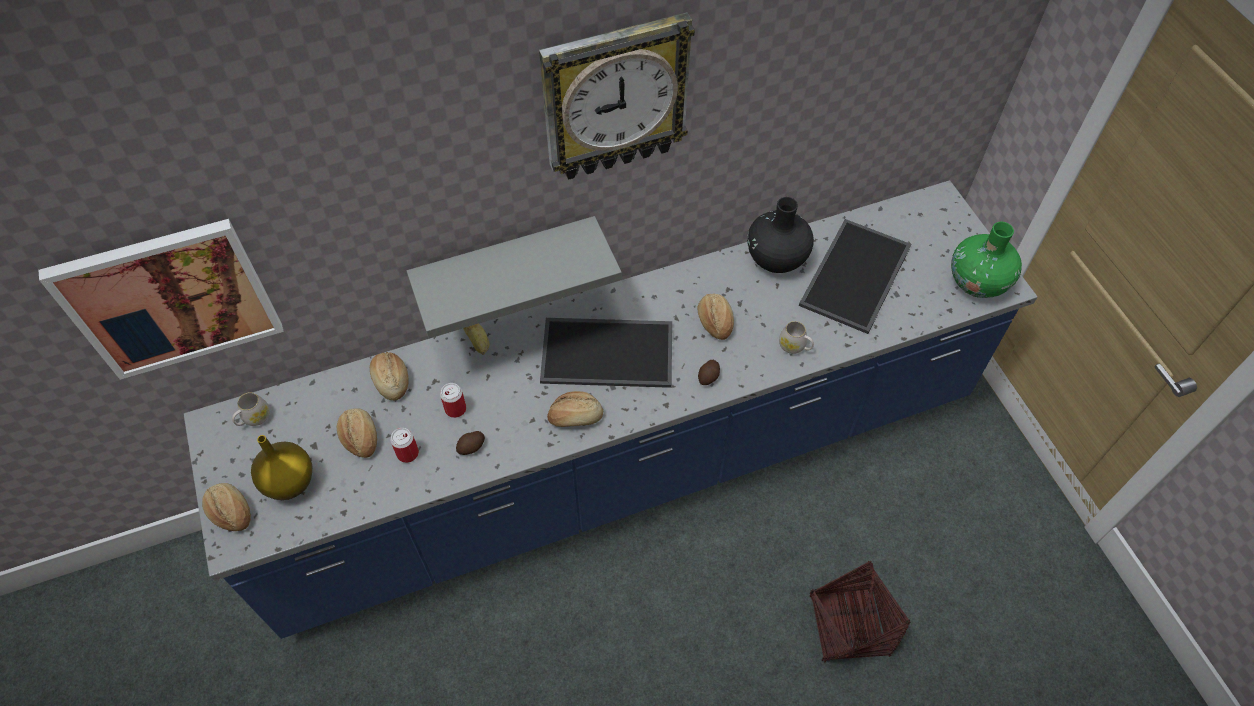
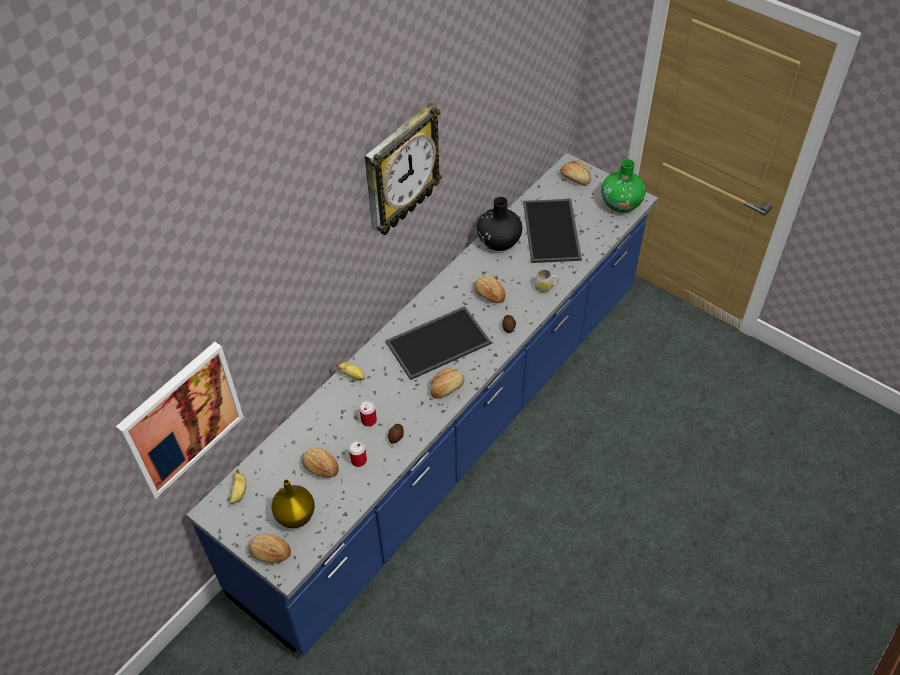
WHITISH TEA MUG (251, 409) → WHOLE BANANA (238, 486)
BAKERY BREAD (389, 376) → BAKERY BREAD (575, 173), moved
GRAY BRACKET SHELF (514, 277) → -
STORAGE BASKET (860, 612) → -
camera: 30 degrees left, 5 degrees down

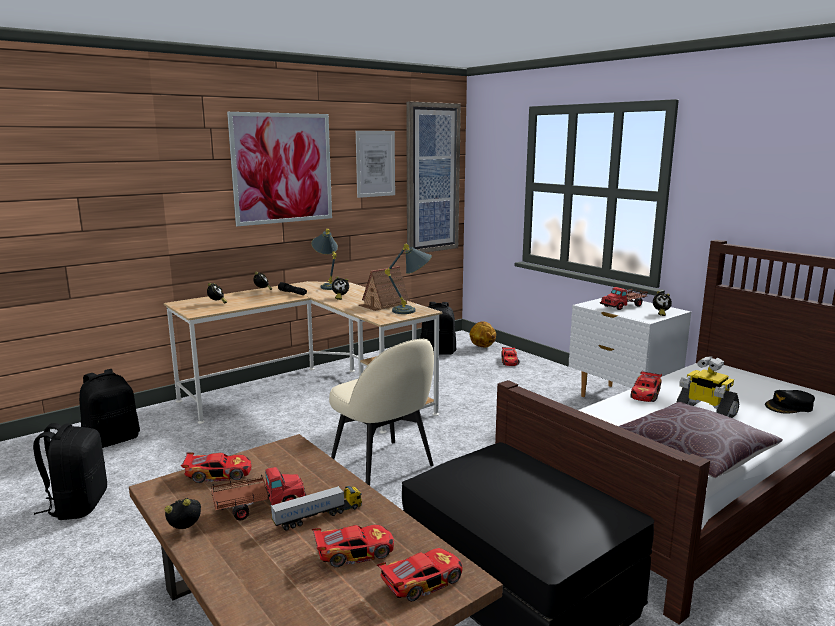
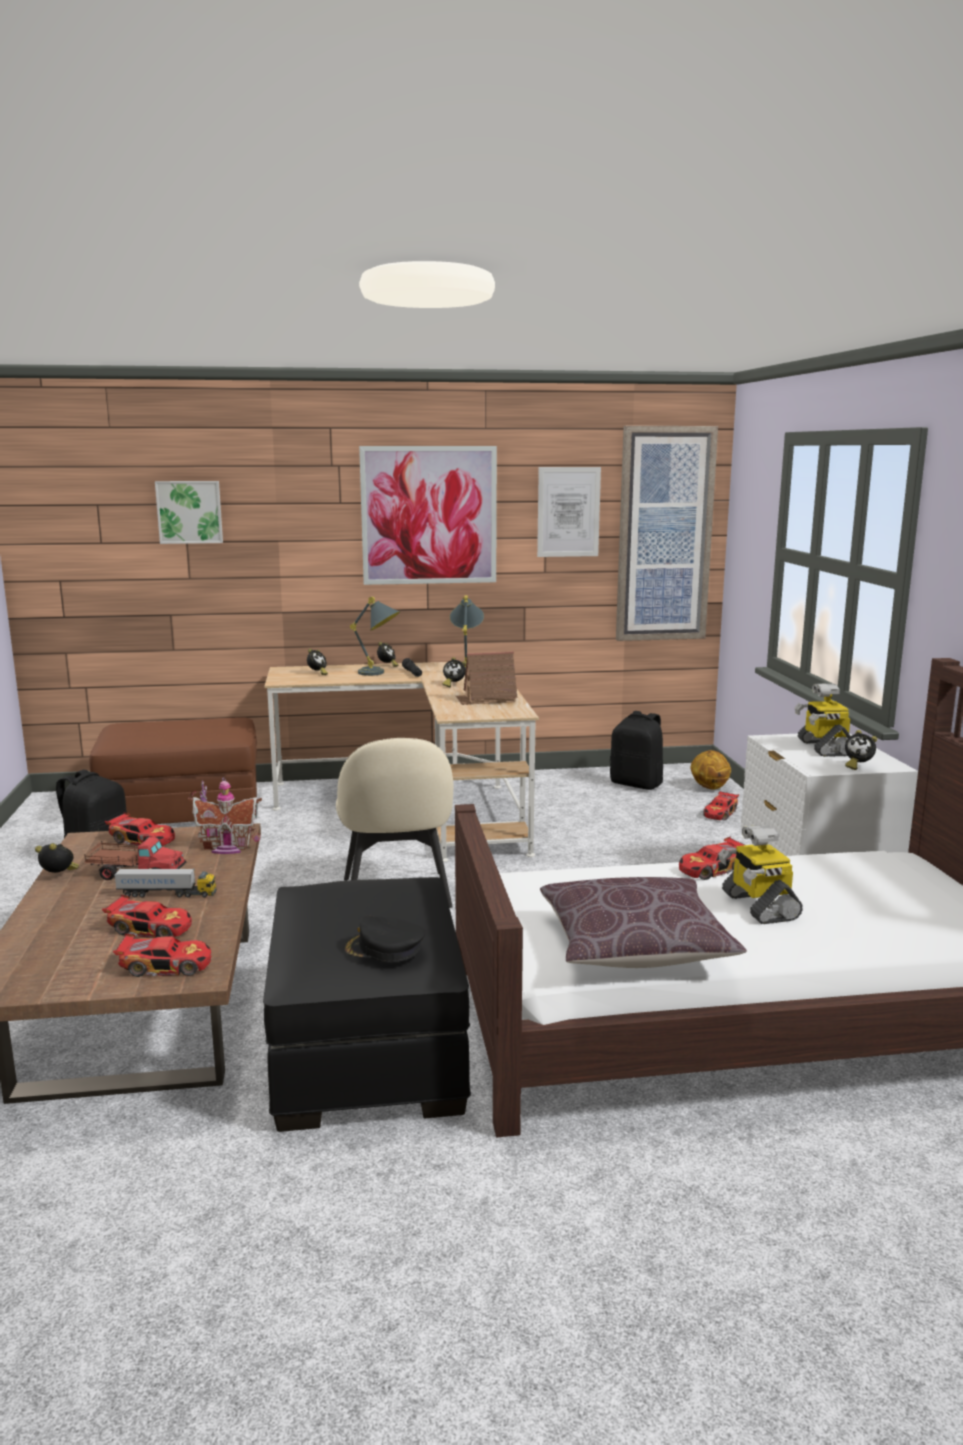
BLACKISH KNAPSACK (109, 408) → BROWNISH OTTOMAN (173, 770)
- → WALL ART (189, 512)
- → MINIATURE HOUSE (225, 815)
BLACKISH CAP (790, 402) → BLACKISH CAP (384, 939), moved
GRAY TABLETOP LAMP (408, 279) → GRAY TABLETOP LAMP (375, 636), moved
MODEL TRUCK (624, 298) → MODEL ROBOT (822, 720)
camera: 30 degrees right, 0 degrees up

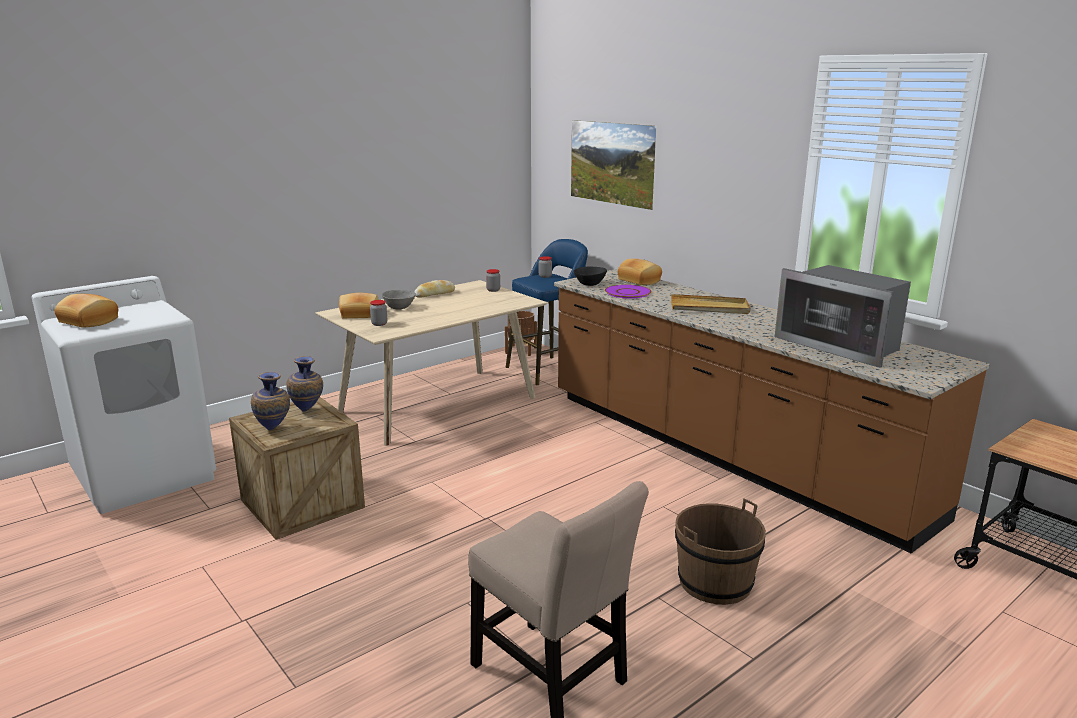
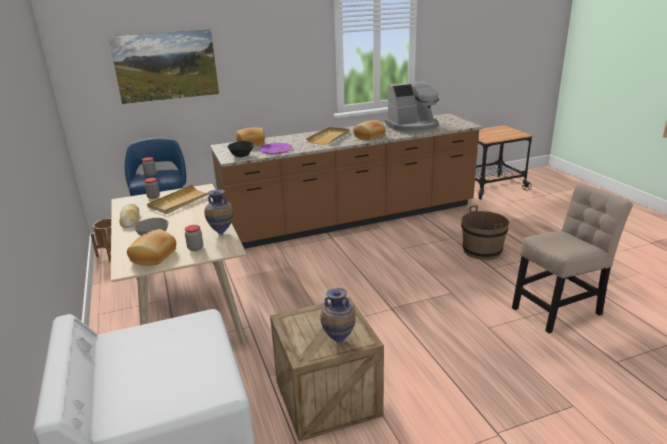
- → BEIGE-COLOURED TRAY (178, 199)
DECORATIVE VASE (305, 384) → DECORATIVE VASE (218, 211), moved
BAKERY BREAD (86, 311) → BAKERY BREAD (369, 130), moved
KITCHEN MICROWAVE (843, 316) → COFFEE MAKER (412, 107)
camera: 70 degrees left, 5 degrees up

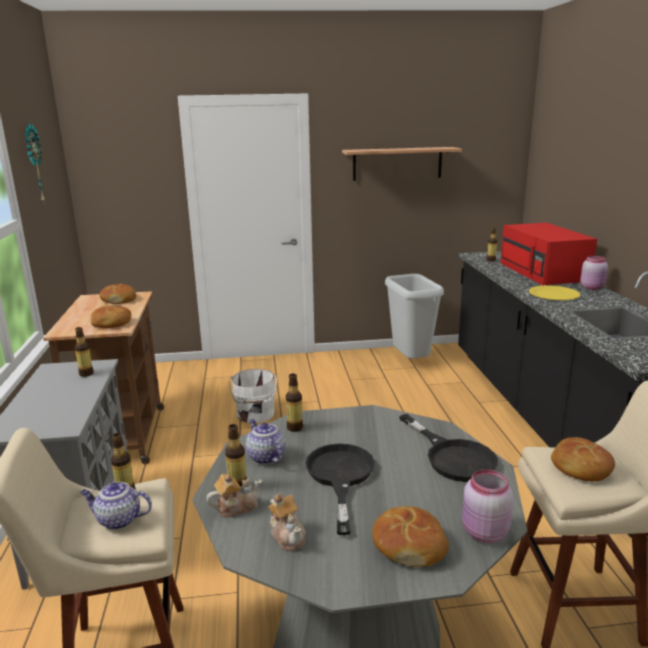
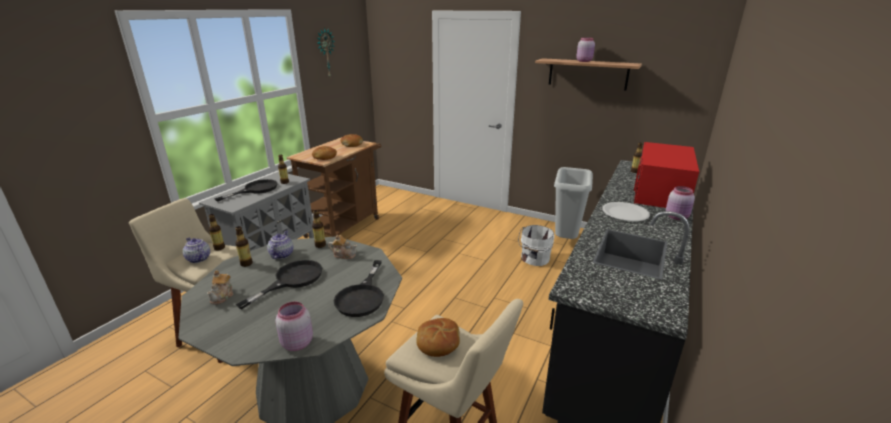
- → BLACKISH PAN (246, 190)
TEAPOT (235, 496) → TEAPOT (342, 247), moved
WHITISH WATER BUCKET (253, 396) → WHITISH WATER BUCKET (536, 245), moved
- → PINKISH PRESERVE JAR (585, 50)
YELLOW DINNER PLATE (554, 292) → WHITISH DINNER PLATE (626, 211)
BAKERY BREAD (410, 536) → -
camera: 35 degrees right, 5 degrees up

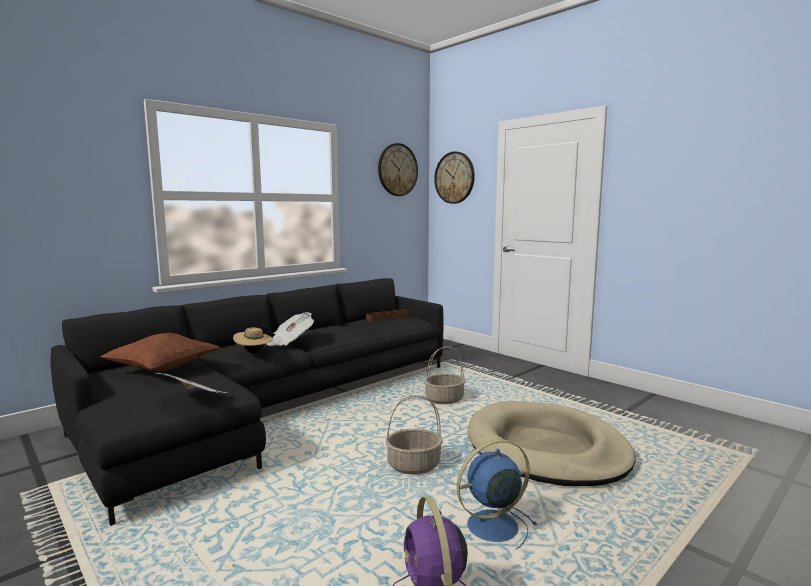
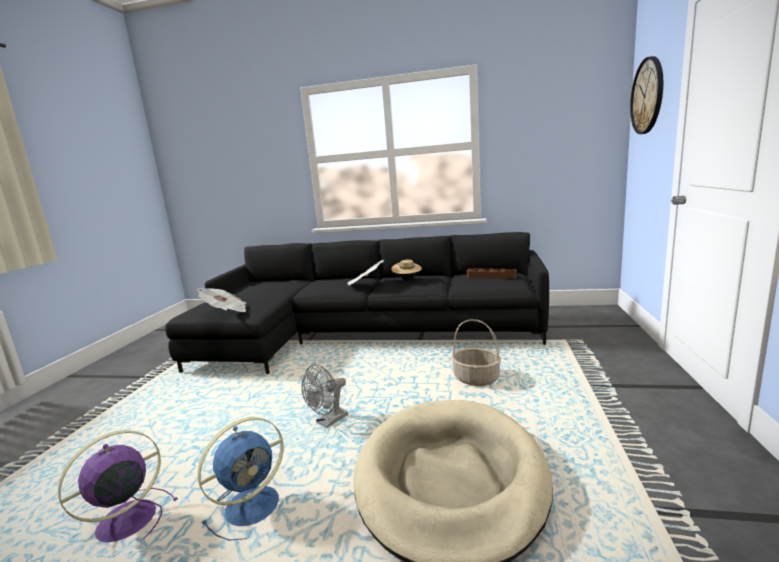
BLUE-COLOURED FAN (497, 494) → BLUE-COLOURED FAN (241, 479), 105 degrees clockwise
STORAGE BASKET (414, 434) → GRAY FAN (325, 396)
BEIGE-COLOURED HAT (253, 340) → BEIGE-COLOURED HAT (406, 270), moved
BROWNISH CUSHION (159, 352) → -
CLOCK ON THE WALL (398, 169) → -
camera: 55 degrees right, 5 degrees up

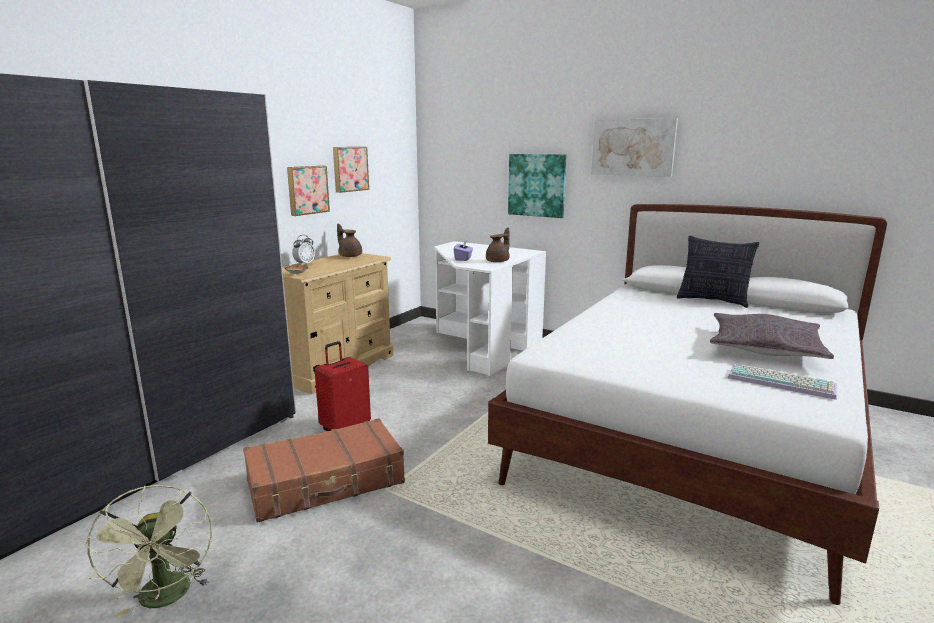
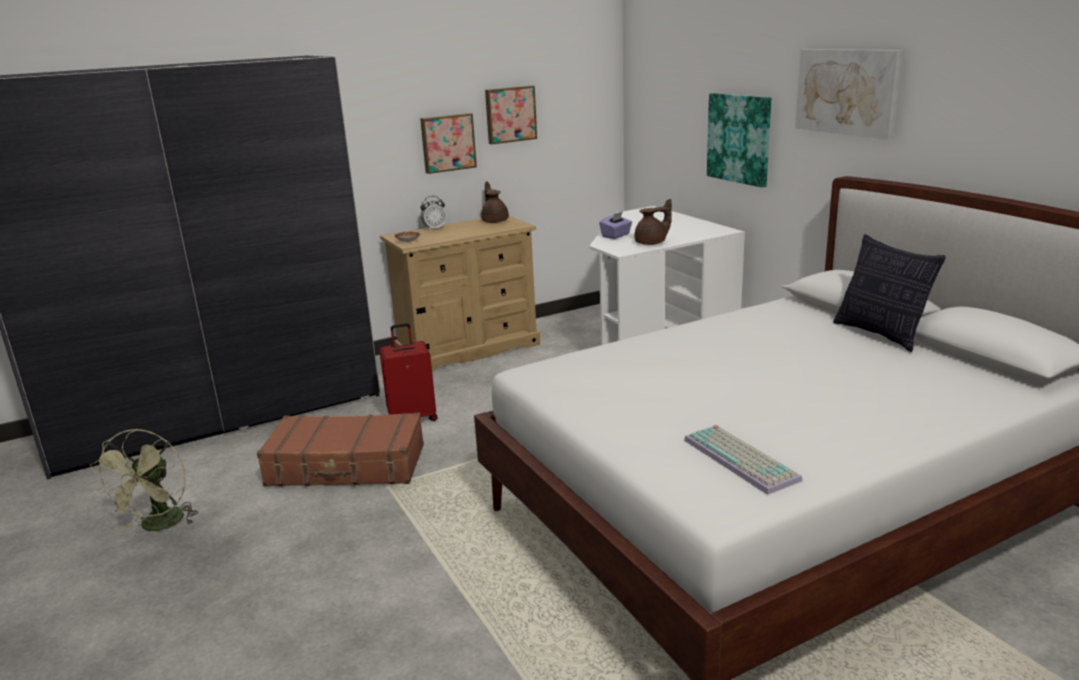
GRAY CUSHION (772, 336) → -
camera: 30 degrees right, 5 degrees up

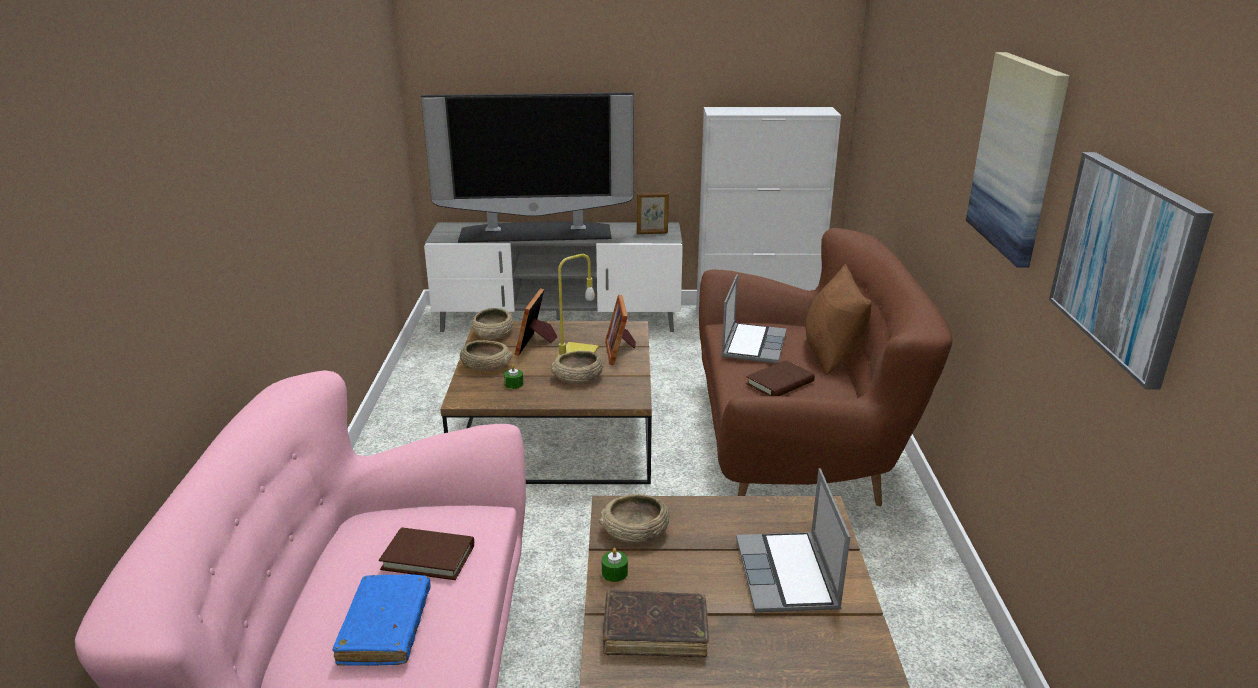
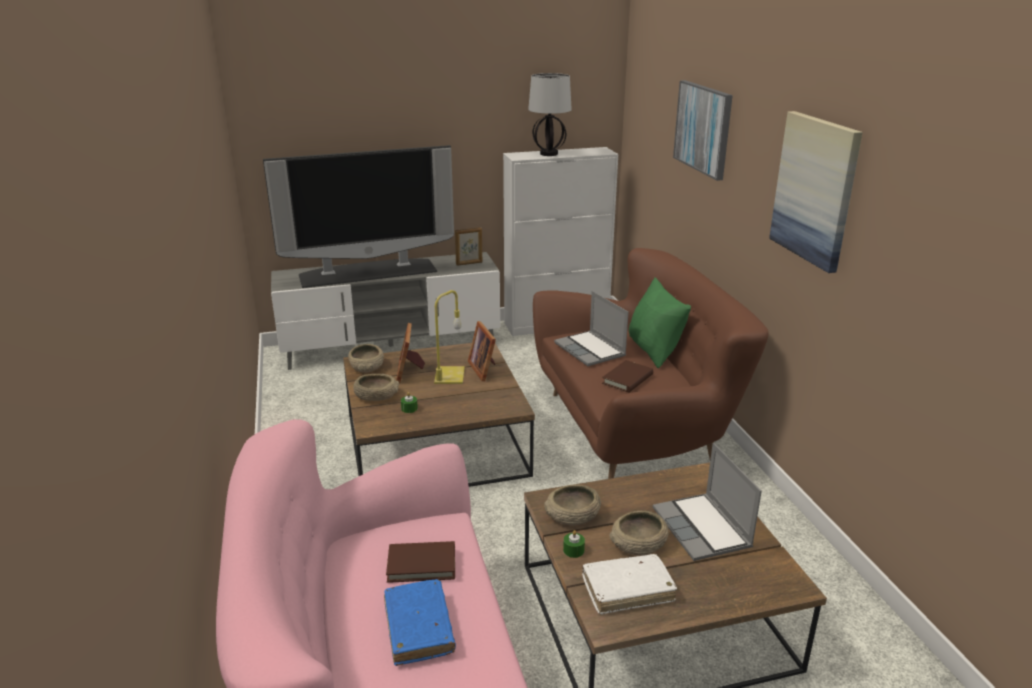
- → TABLETOP LAMP (550, 114)
NOTEBOOK COMPUTER (754, 319) → NOTEBOOK COMPUTER (591, 328), 150 degrees clockwise
BROWNISH BOOK (656, 623) → WHITISH BOOK (629, 584)
BEIGE-COLOURED SERVING BOWL (577, 367) → BEIGE-COLOURED SERVING BOWL (638, 533), moved
BROWNISH CUSHION (838, 319) → GREENISH CUSHION (660, 322)
WALL ART (1131, 270) → WALL ART (703, 130), moved
camera: 15 degrees left, 0 degrees up

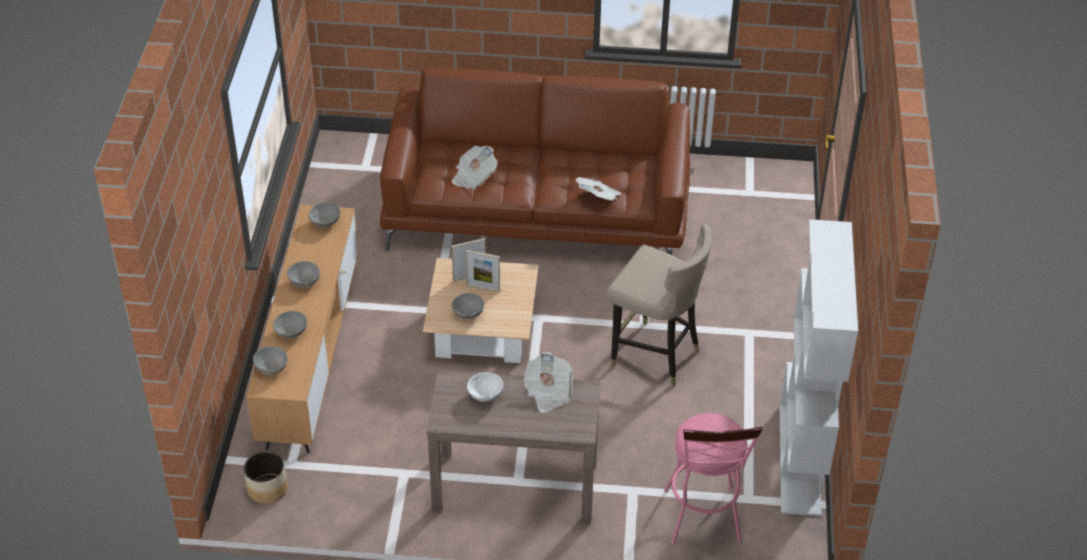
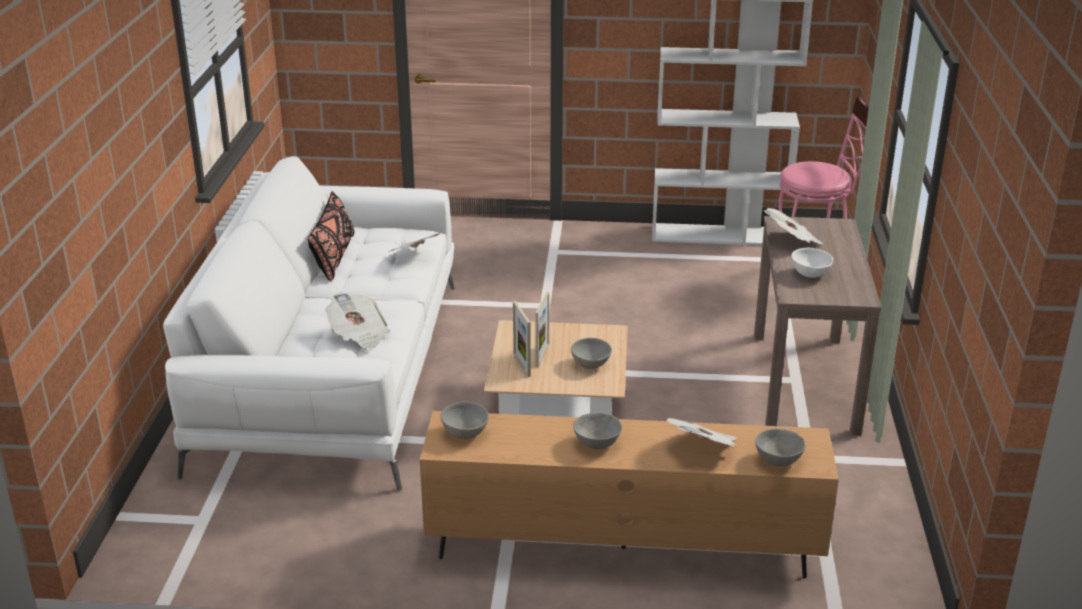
BROWNISH SOFA (535, 161) → WHITISH SOFA (308, 323)
- → BLACKISH CUSHION (331, 236)
GRAY SERVING BOWL (290, 324) → PRINTED PAPER (702, 432)
FLOWER POT (266, 477) → -
BEIGE-COLOURED SITTING STOOL (659, 305) → -
camera: 90 degrees left, 15 degrees down

